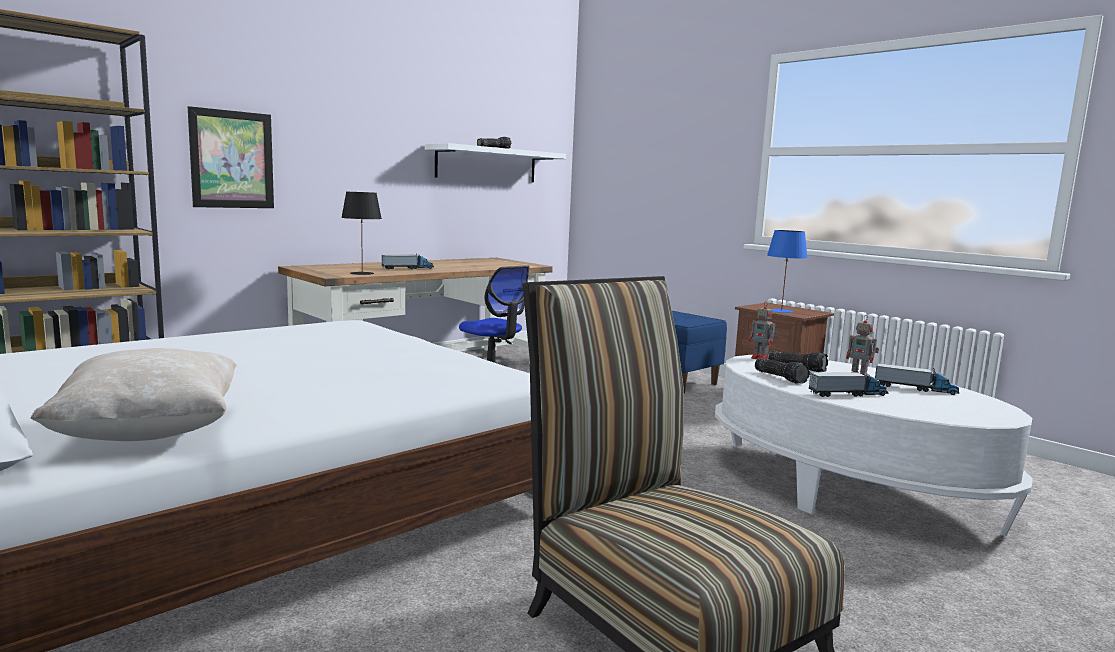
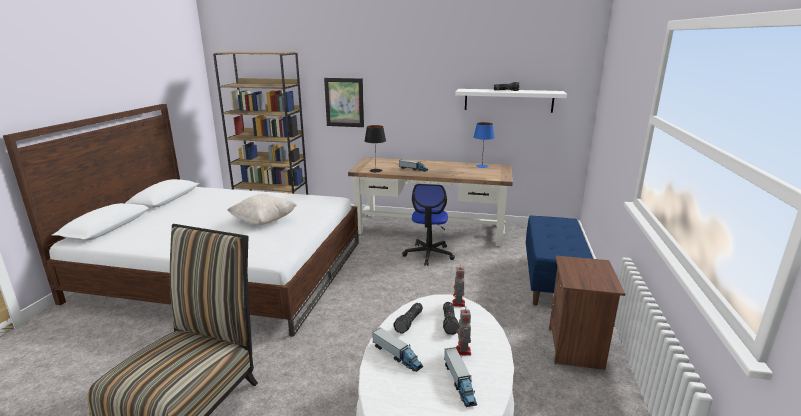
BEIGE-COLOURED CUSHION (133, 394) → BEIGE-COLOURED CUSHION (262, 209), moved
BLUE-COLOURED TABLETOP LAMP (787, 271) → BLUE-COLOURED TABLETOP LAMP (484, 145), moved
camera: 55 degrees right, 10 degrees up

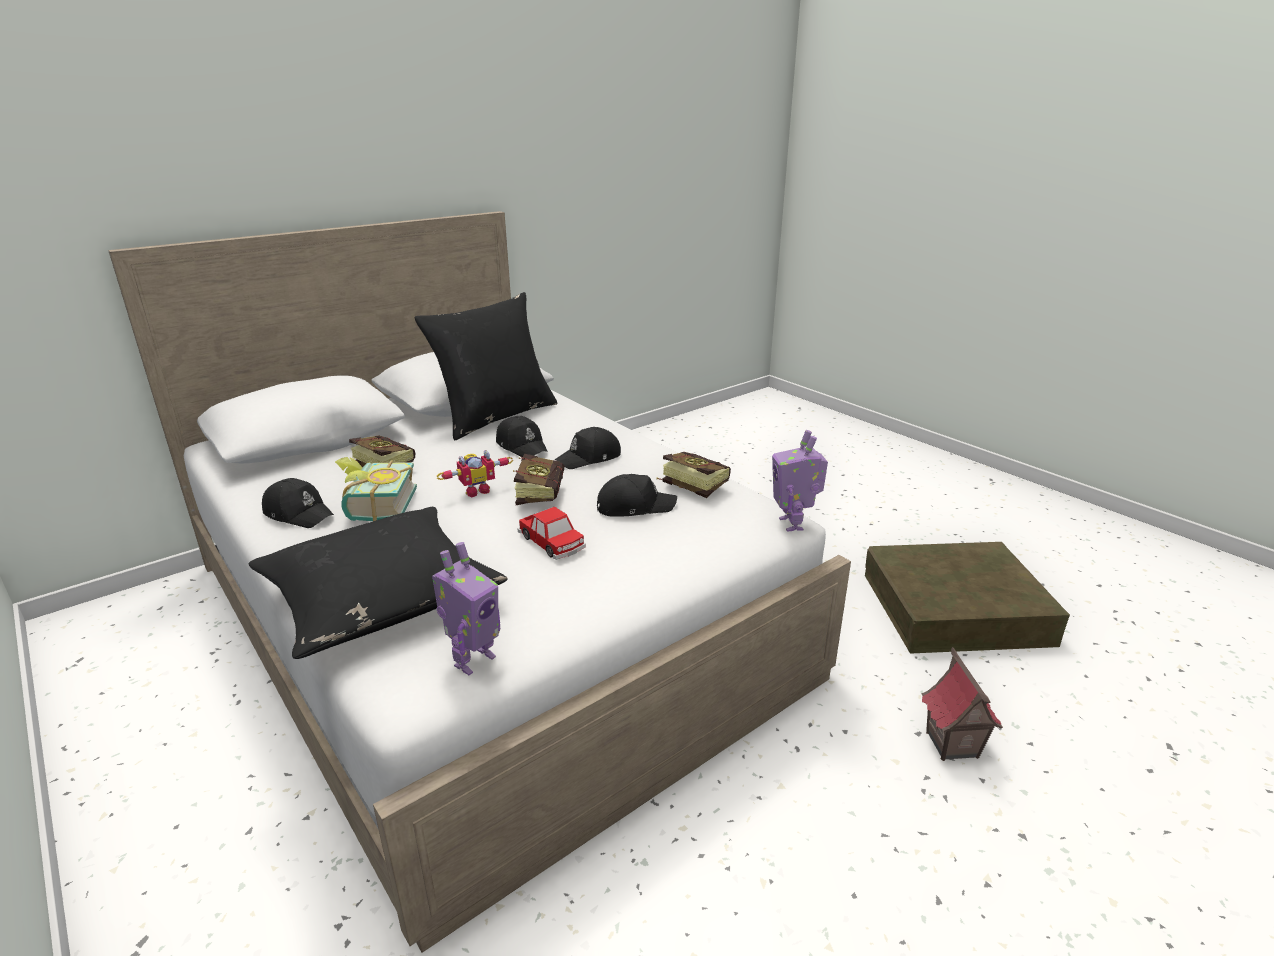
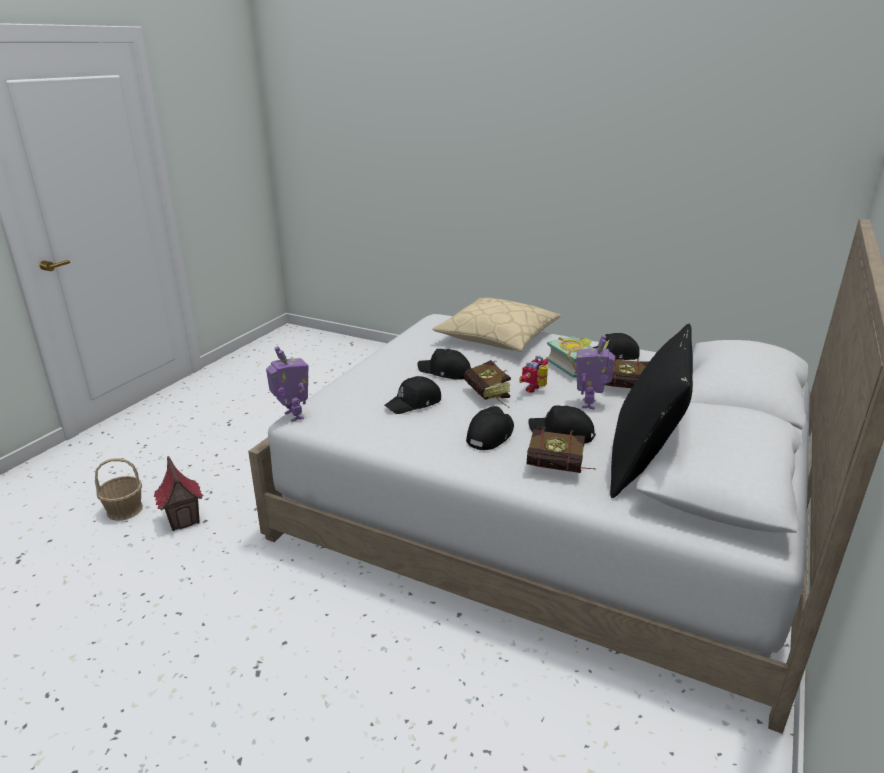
- → STORAGE BASKET (119, 489)
MINIATURE CAR (552, 533) → BLACKISH CAP (444, 364)
BLACKISH CUSHION (378, 583) → BEIGE-COLOURED CUSHION (497, 324)
BOOK (694, 475) → BOOK (561, 450), moved
MODEL ROBOT (466, 608) → MODEL ROBOT (595, 372), moved
BROWNISH STORAGE CONTAINER (967, 597) → -
camera: 155 degrees right, 0 degrees up

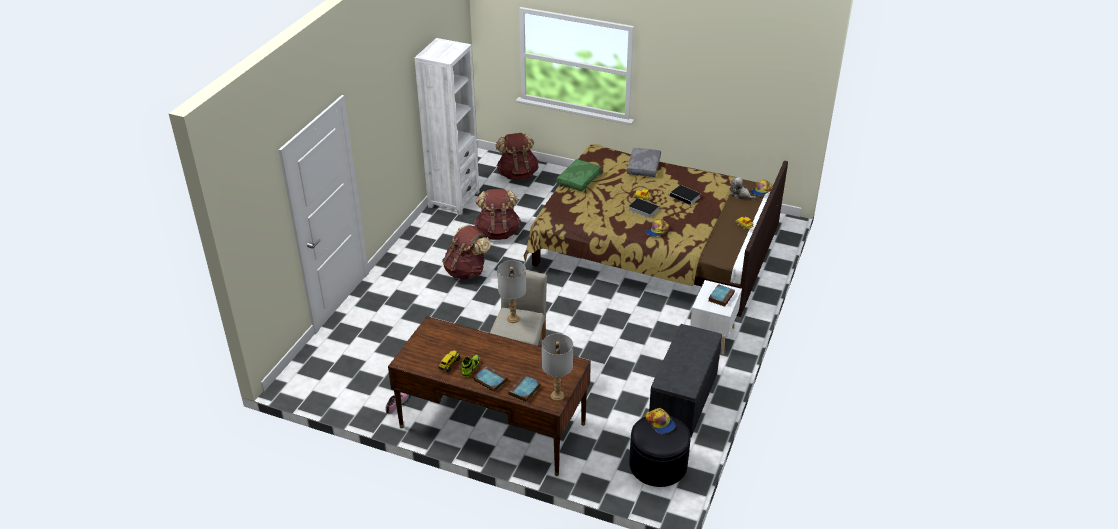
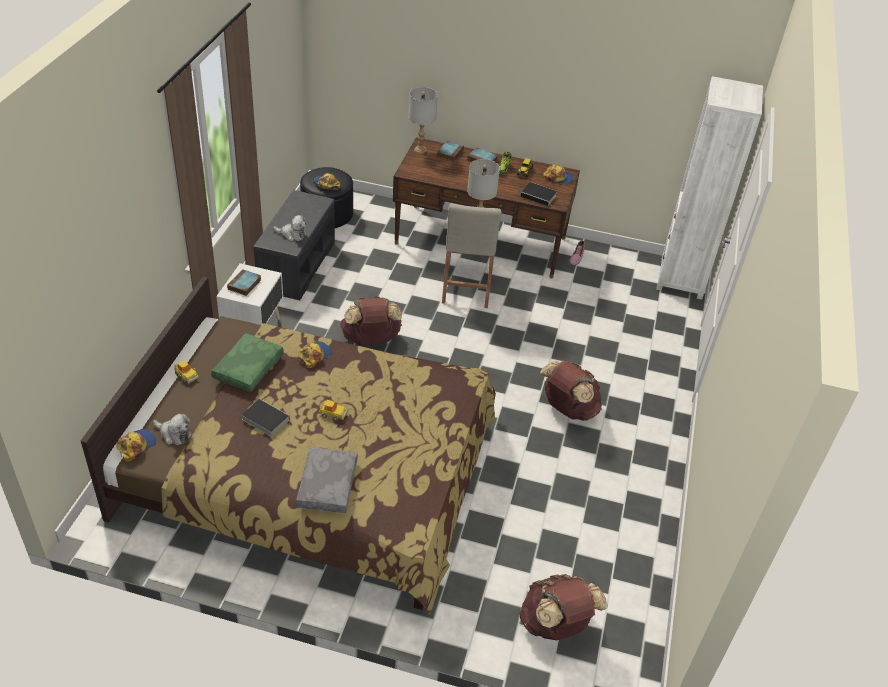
GREENISH CUSHION (579, 175) → GREENISH CUSHION (247, 362), moved
- → CUDDLY TOY (290, 228)
BROWNISH KNAPSACK (498, 214) → BROWNISH KNAPSACK (371, 321), moved
BOOK (644, 208) → BOOK (538, 194), moved
- → CAP (558, 174)
WHITISH BOOKCASE (447, 126) → WHITISH BOOKCASE (709, 188), moved
camera: 170 degrees right, 5 degrees up

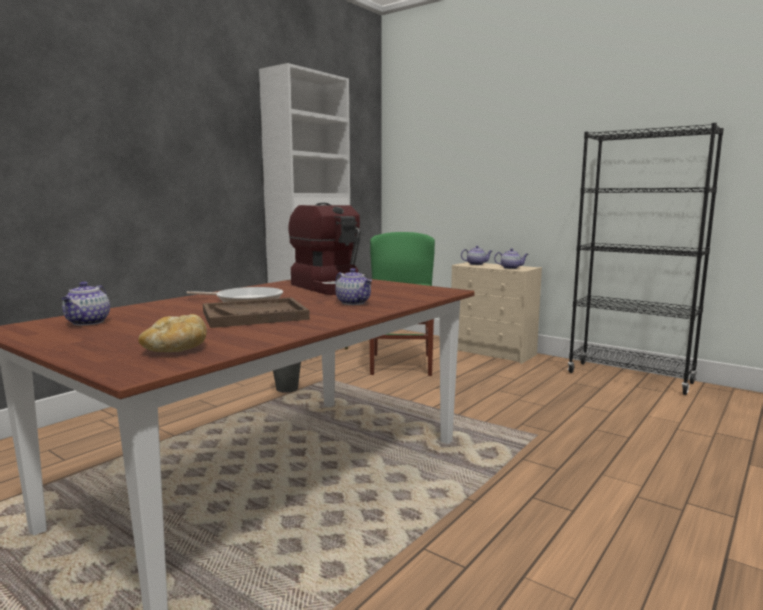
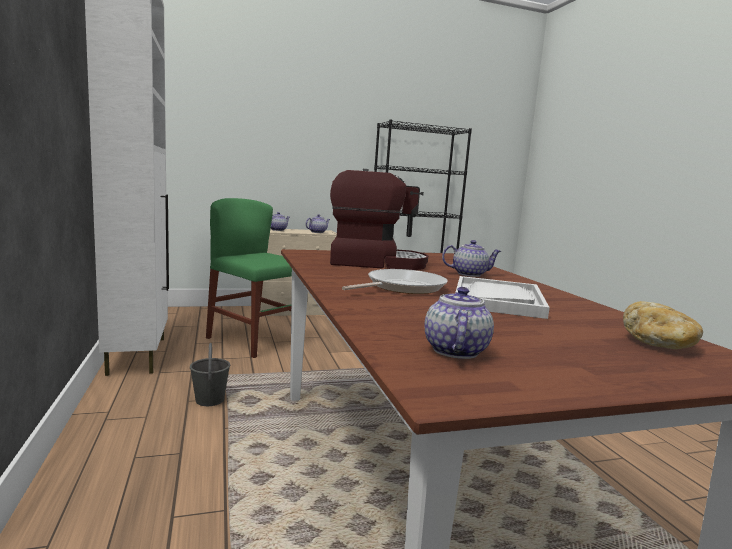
TEAPOT (85, 304) → TEAPOT (459, 323), 120 degrees counterclockwise
BROWNISH TRAY (256, 313) → WHITISH TRAY (502, 297)
camera: 55 degrees left, 0 degrees up

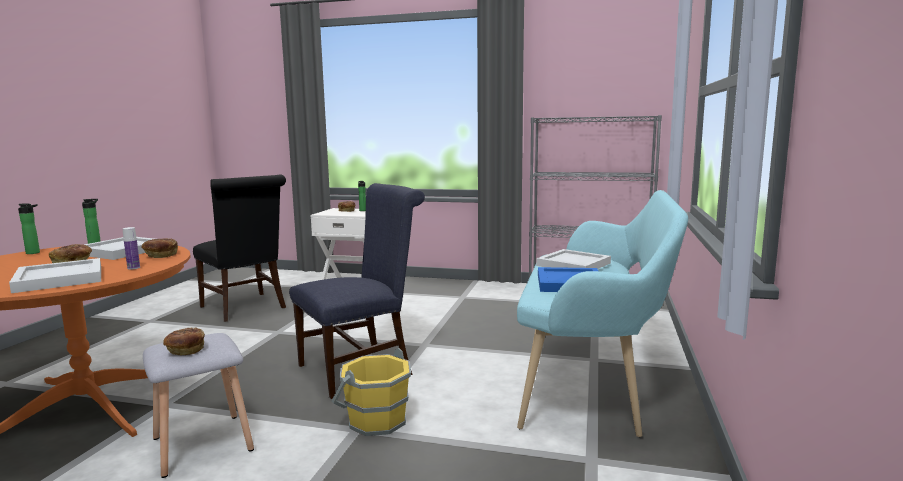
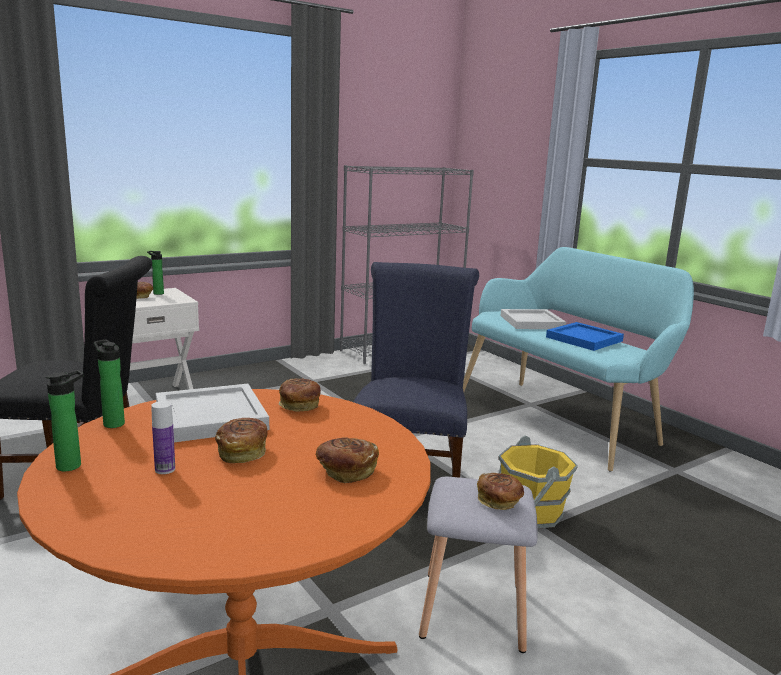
BEVERAGE BOTTLE (131, 248) → BEVERAGE BOTTLE (163, 437), moved
WHITISH TRAY (55, 275) → BAKERY BREAD (347, 460)
camera: 50 degrees left, 5 degrees up

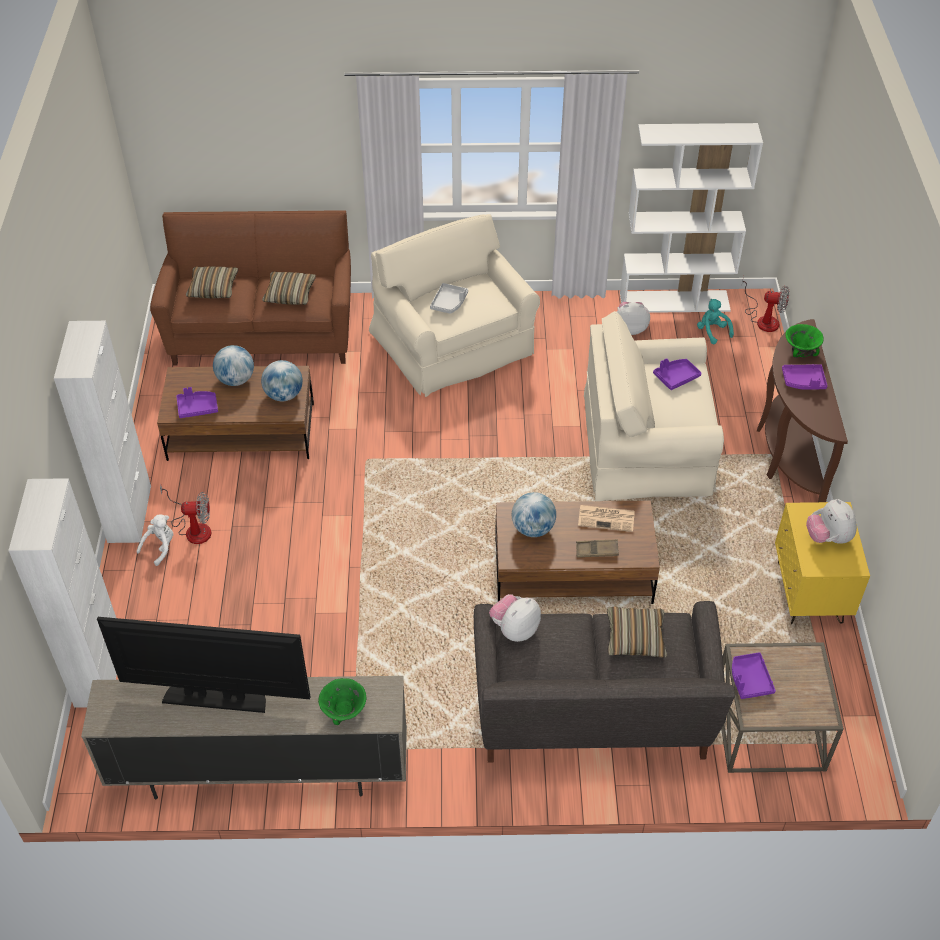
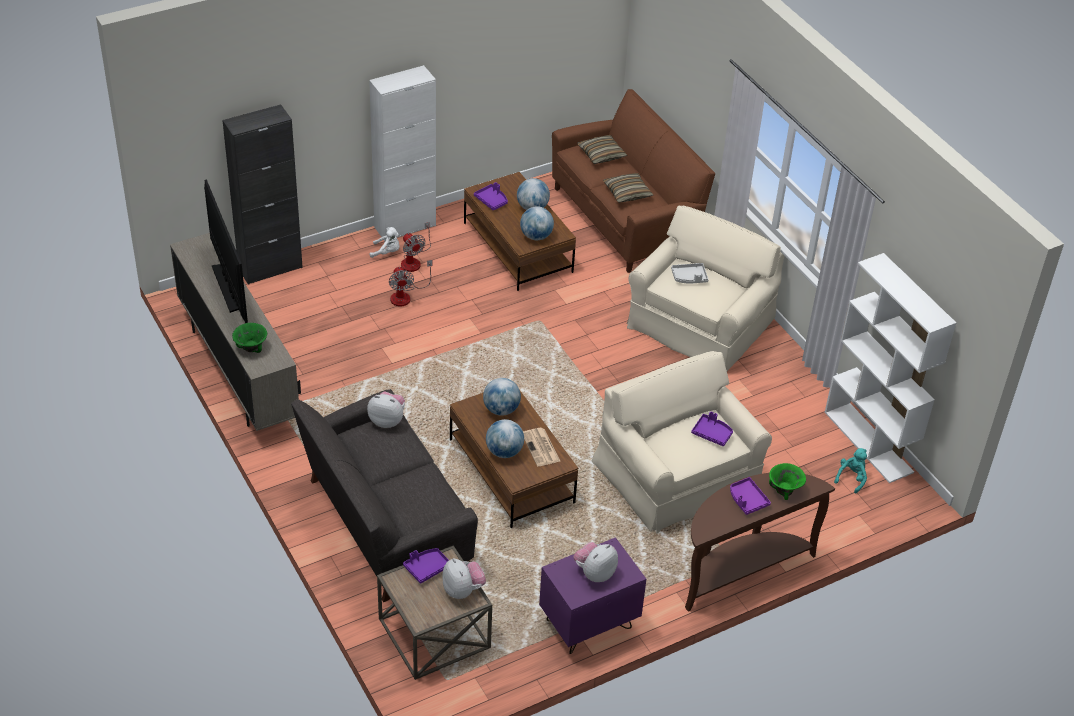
WHITISH STORAGE CABINET (62, 593) → BLACKISH STORAGE CABINET (262, 194)
FAN (765, 304) → FAN (410, 283), moved
CUDDLY TOY (633, 318) → CUDDLY TOY (464, 578), moved
BROWNISH TRAY (597, 548) → DESK GLOBE (505, 438)
YELLOW NIGHTSTAND (822, 563) → PURPLE NIGHTSTAND (592, 595)
CUSHION (637, 632) → -
camera: 60 degrees right, 5 degrees down

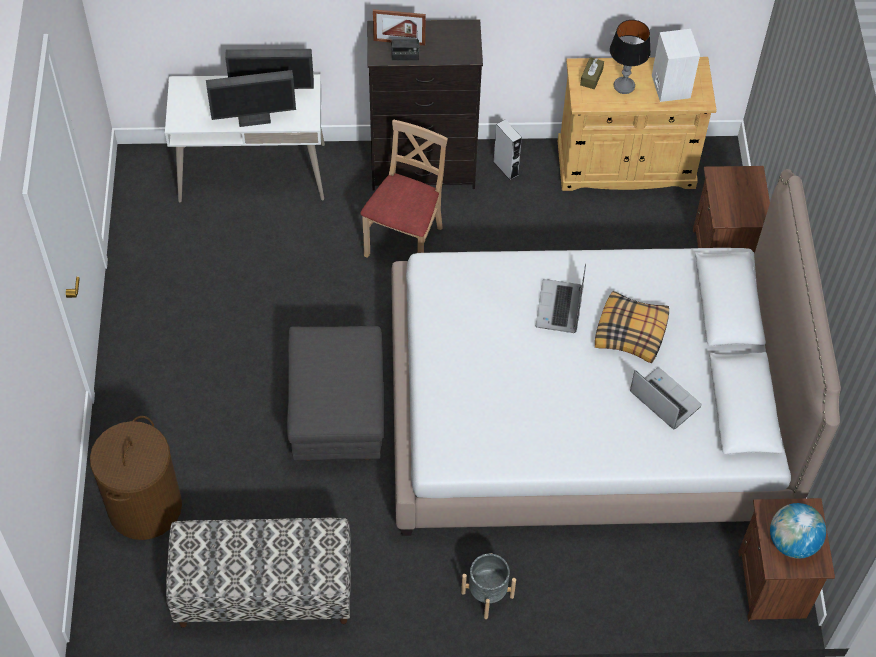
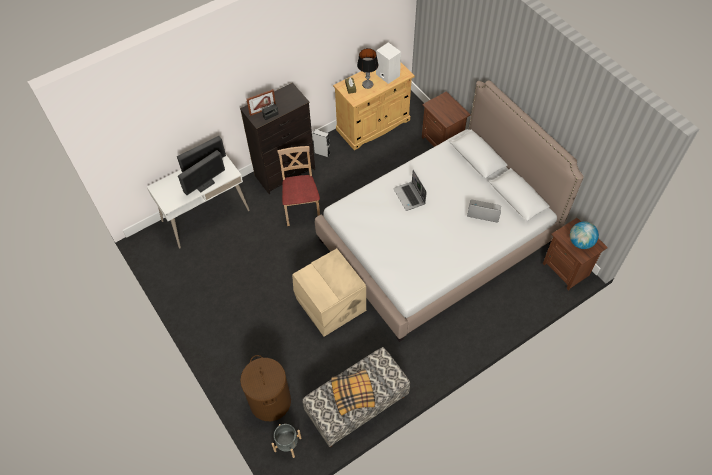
GRAY FLOWER POT (488, 586) → GRAY FLOWER POT (286, 441), moved
GRAY OTTOMAN (335, 393) → BEIGE-COLOURED STORAGE CONTAINER (329, 293)
CUSHION (632, 327) → CUSHION (353, 392), moved
camera: 30 degrees left, 0 degrees up

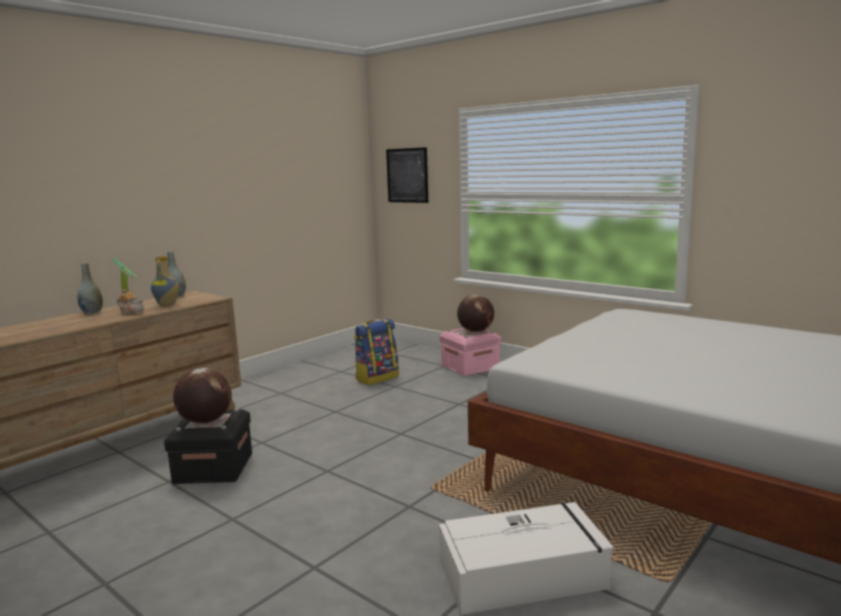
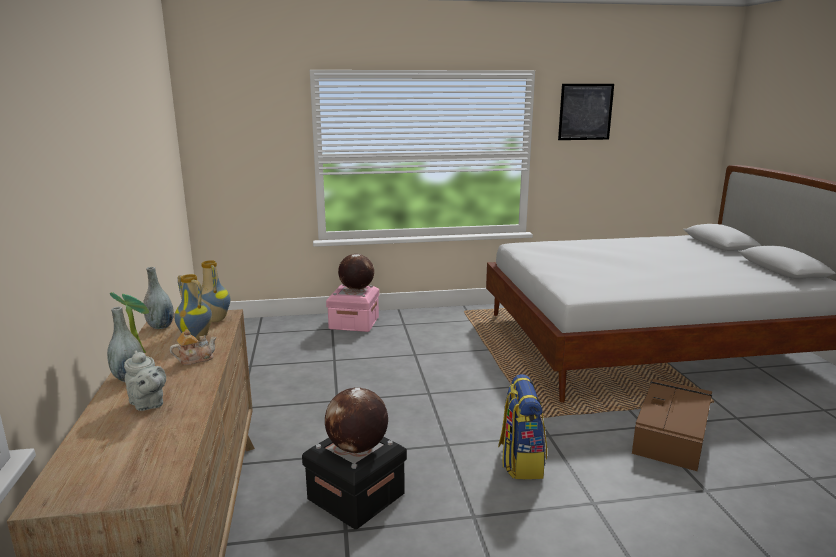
- → GRAY TEAPOT (145, 380)
- → DECORATIVE VASE (215, 291)
KNAPSACK (376, 352) → KNAPSACK (522, 426), moved
WALL ART (407, 175) → WALL ART (586, 112), moved
WHITISH STORAGE CONTAINER (526, 558) → BROWNISH STORAGE CONTAINER (672, 425)
camera: 50 degrees left, 5 degrees up

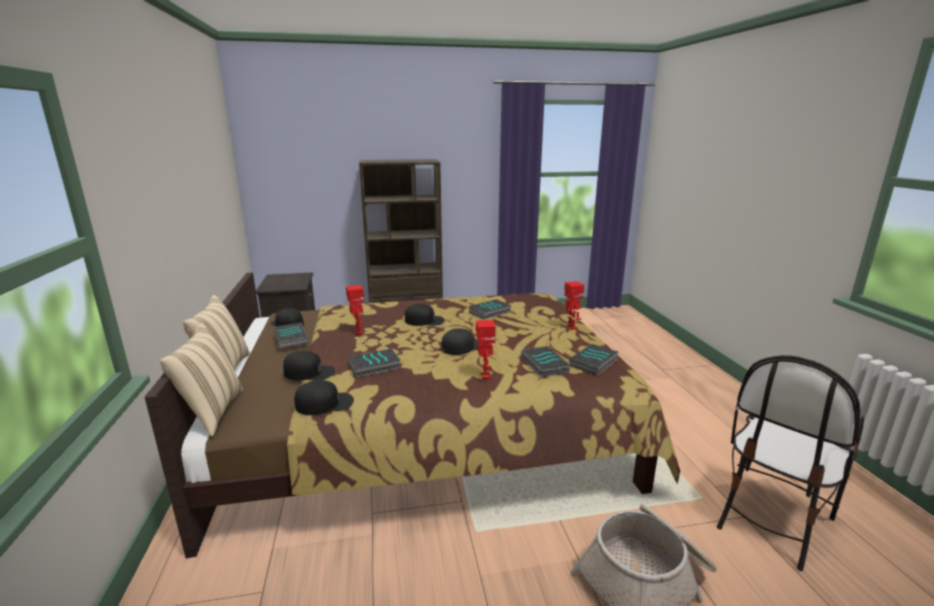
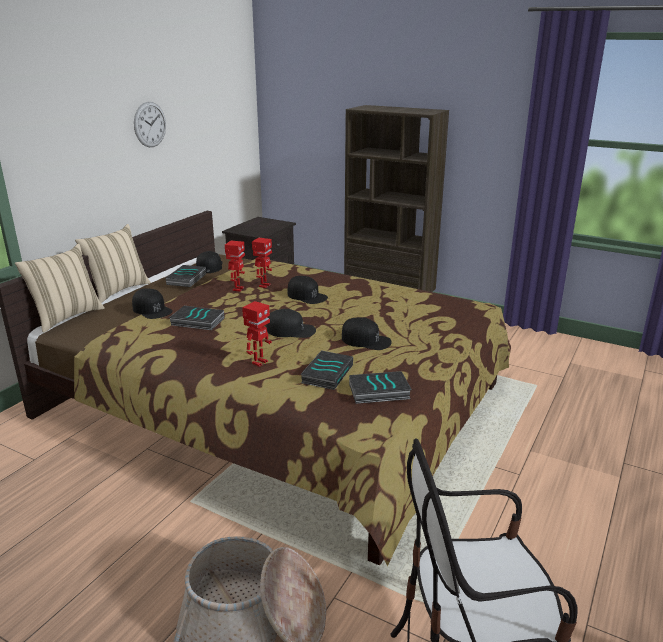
- → CLOCK ON THE WALL (150, 124)
MODEL ROBOT (574, 305) → MODEL ROBOT (262, 263), moved
BLACKISH CAP (324, 397) → BLACKISH CAP (367, 333), moved
BOOK (490, 309) → -
camera: 40 degrees right, 5 degrees up

